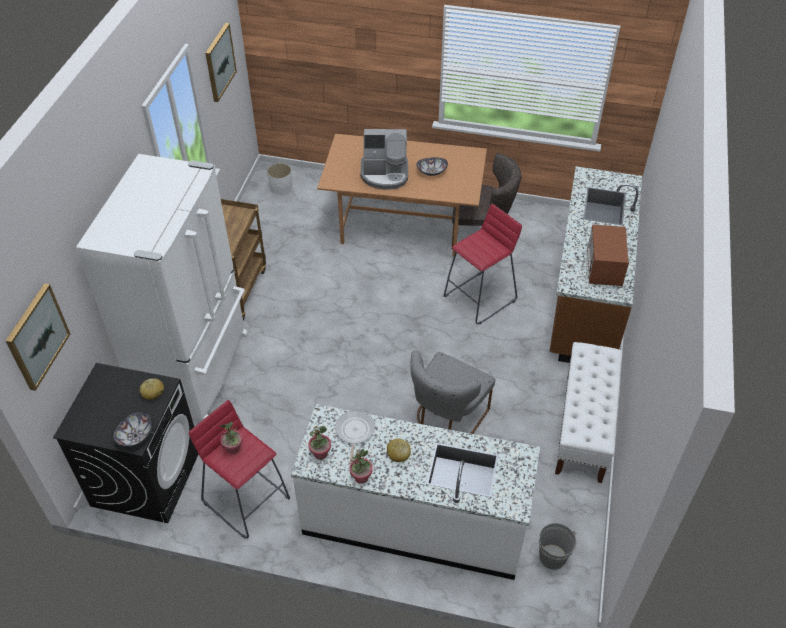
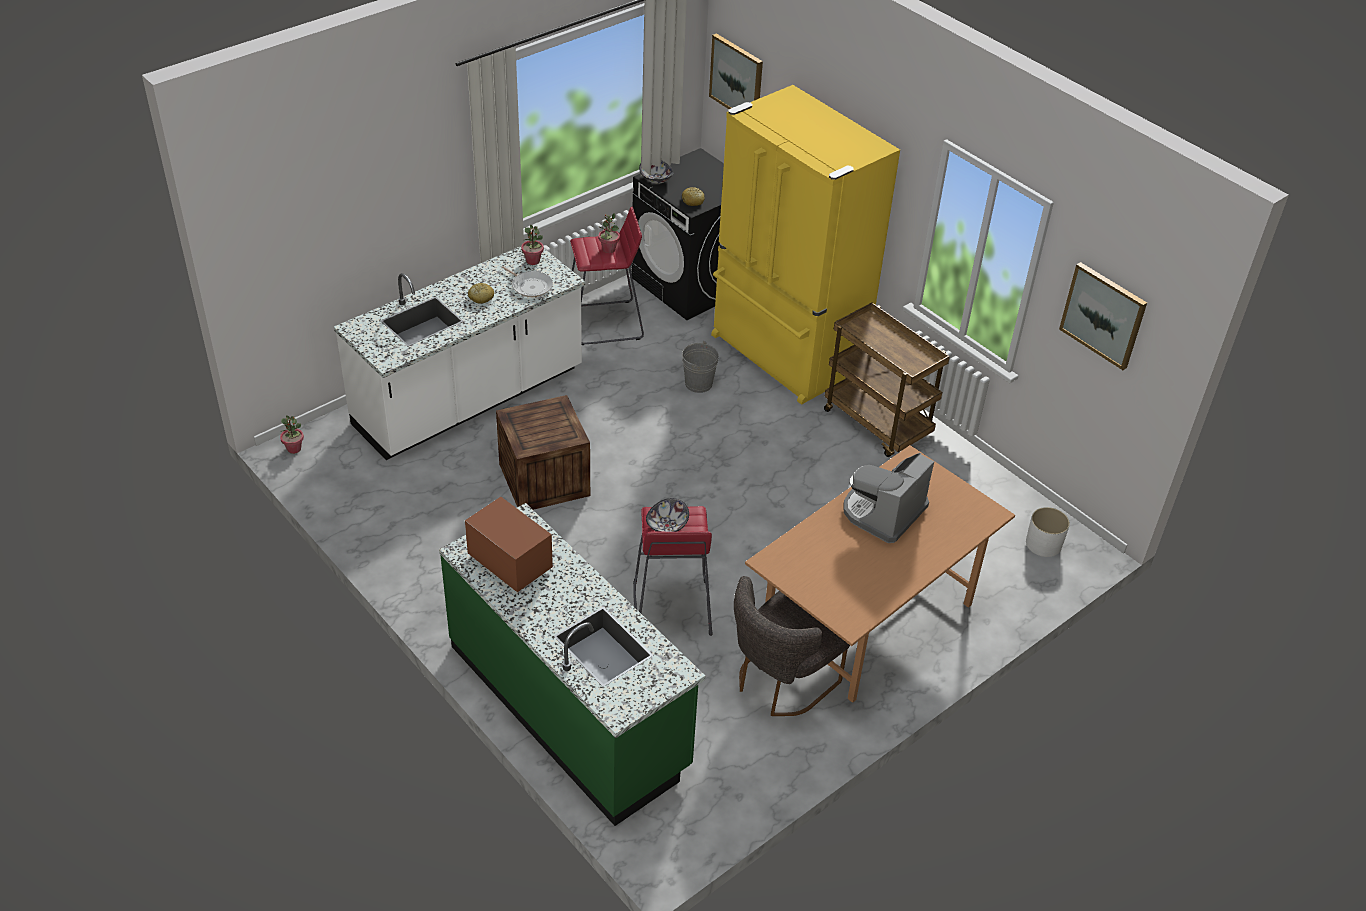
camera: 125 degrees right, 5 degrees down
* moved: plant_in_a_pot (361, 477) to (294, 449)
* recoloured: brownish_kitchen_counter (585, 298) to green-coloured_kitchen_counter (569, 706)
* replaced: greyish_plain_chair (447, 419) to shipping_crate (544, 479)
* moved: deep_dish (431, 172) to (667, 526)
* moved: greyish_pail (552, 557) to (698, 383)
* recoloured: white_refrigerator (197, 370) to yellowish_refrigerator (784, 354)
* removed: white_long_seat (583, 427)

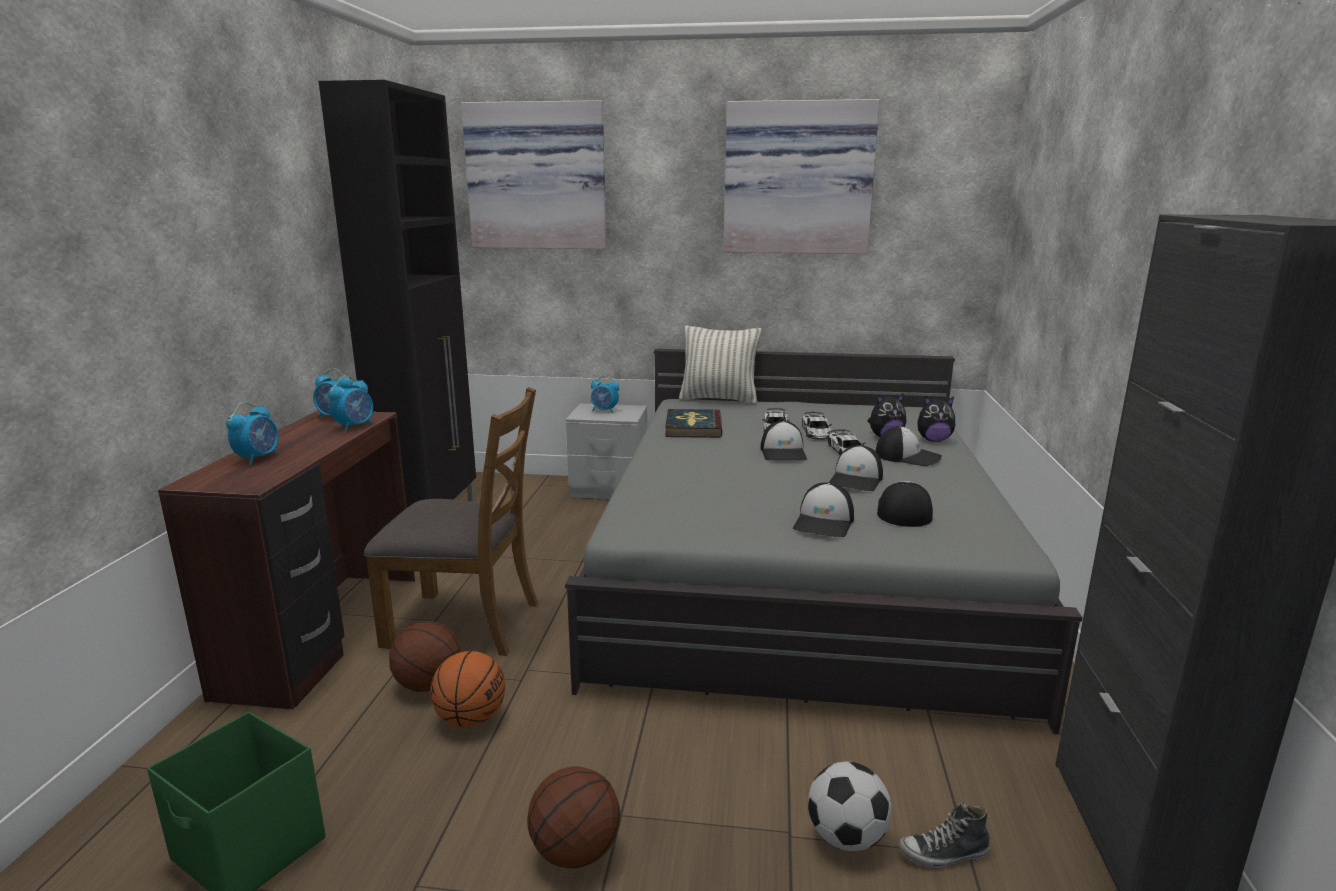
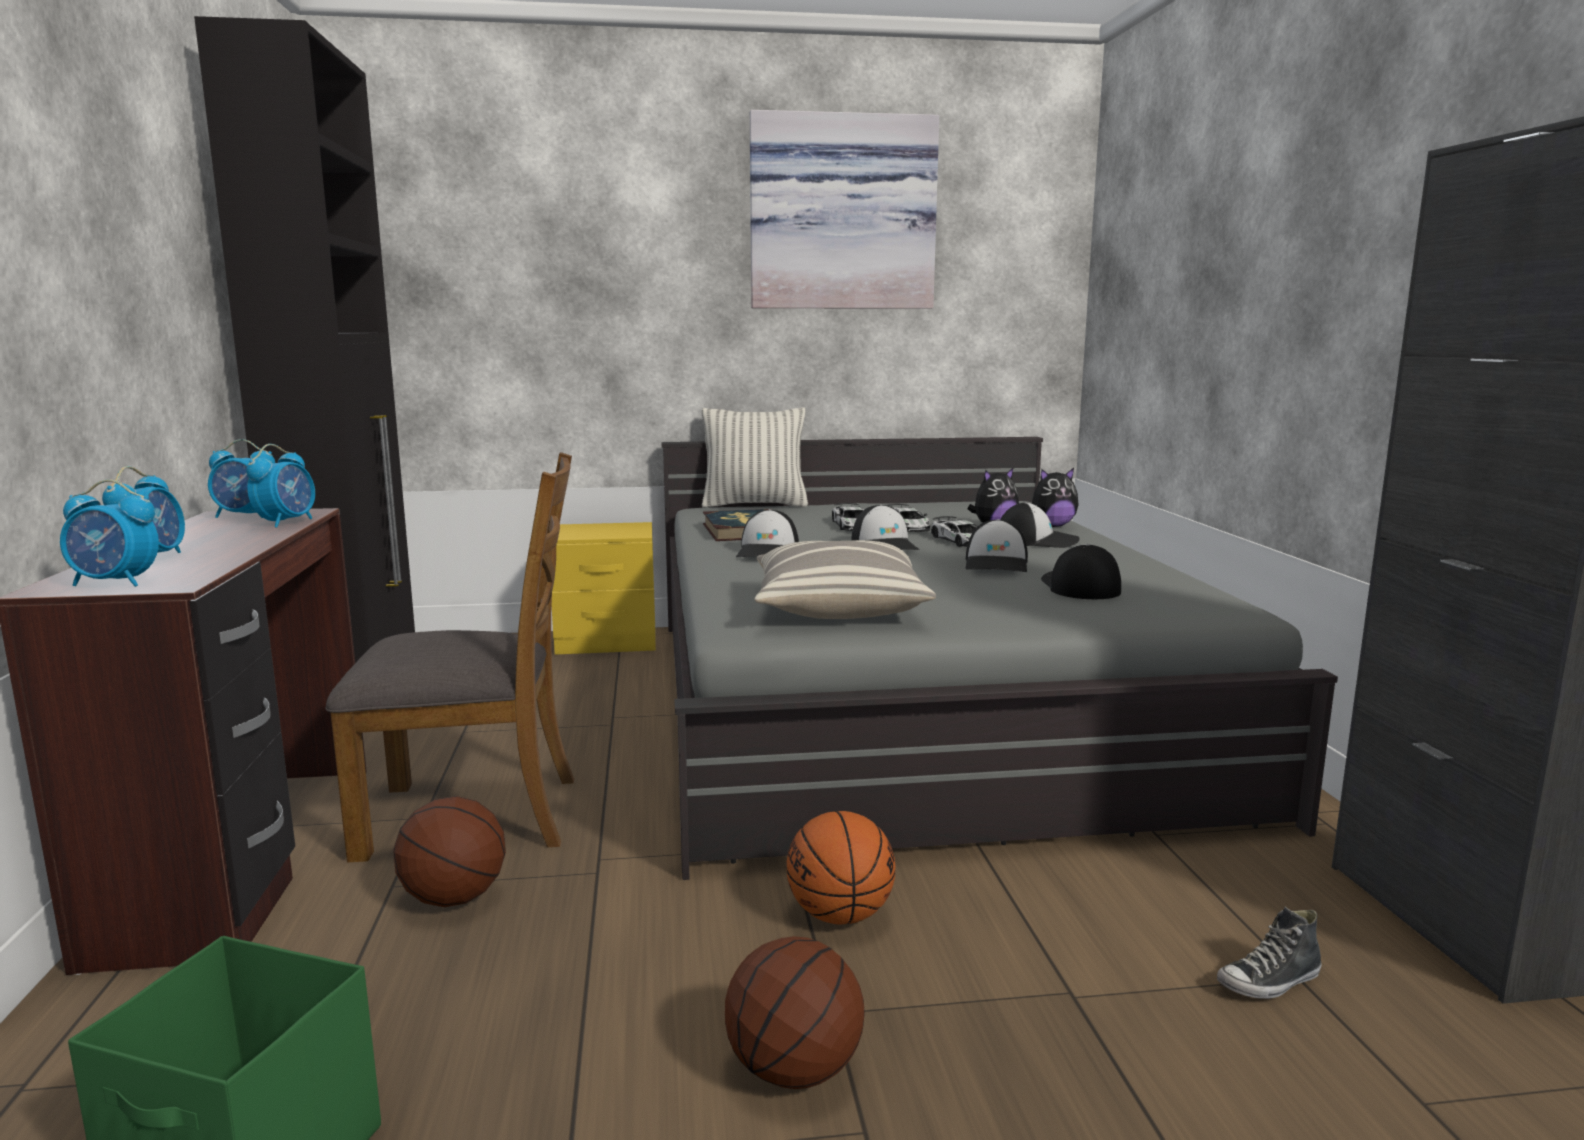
camera: 15 degrees left, 5 degrees down
* moved: table_clock (604, 411) to (115, 583)
* recoloured: greyish_bedside_table (609, 489) to yellowish_bedside_table (607, 641)
* moved: baseball_cap (824, 523) to (768, 552)
* added: pillow (837, 608)
* moved: ball_for_basketball (470, 719) to (839, 915)
* removed: wall_picture (537, 176)
* removed: ball_for_football (846, 837)

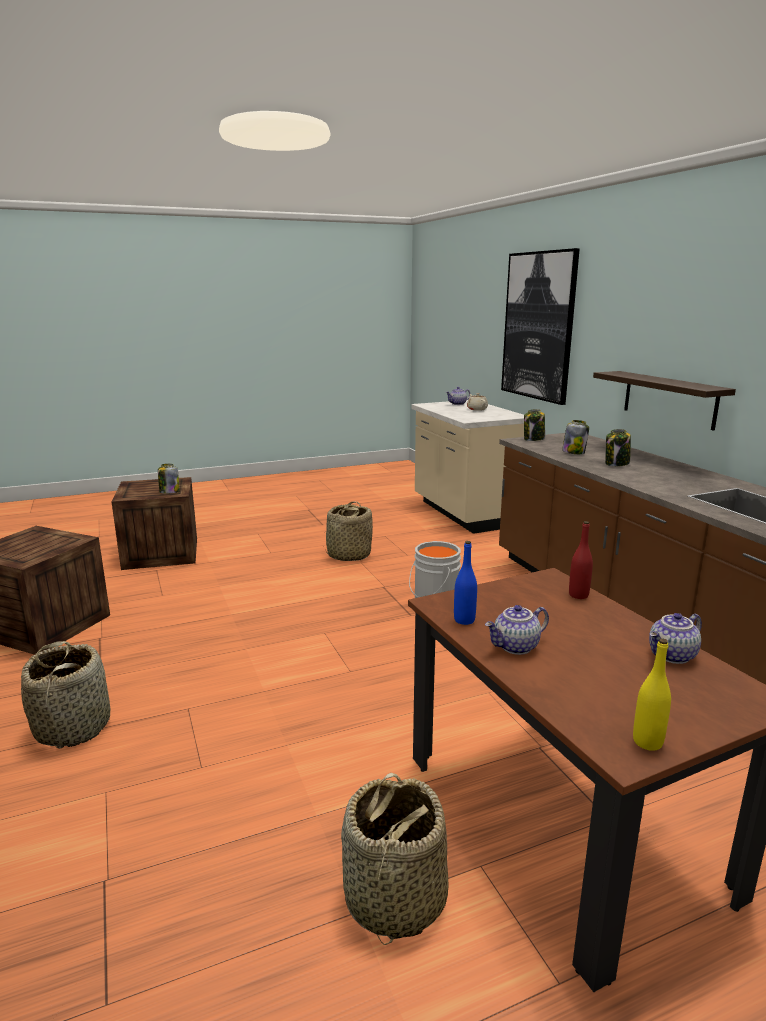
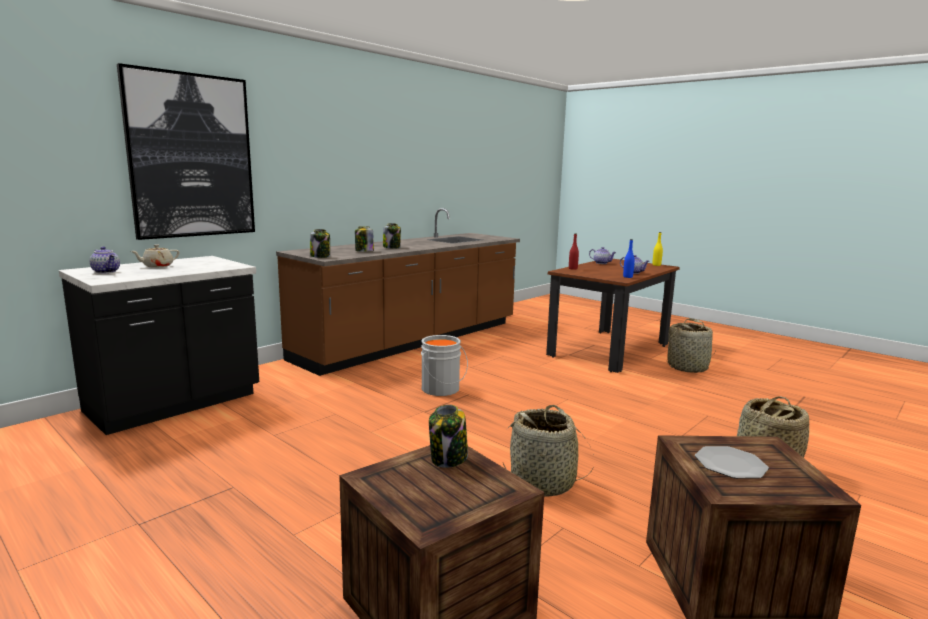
camera: 115 degrees left, 5 degrees down
* recoloured: sand-coloured_kitchen_counter (464, 513) to black_kitchen_counter (174, 404)
* moved: household_basket (348, 555) to (543, 482)
* added: flat_dish (730, 464)
* removed: bracket_shelf (669, 399)

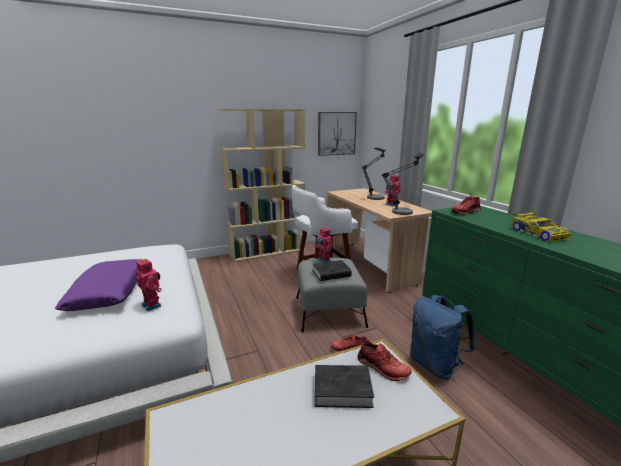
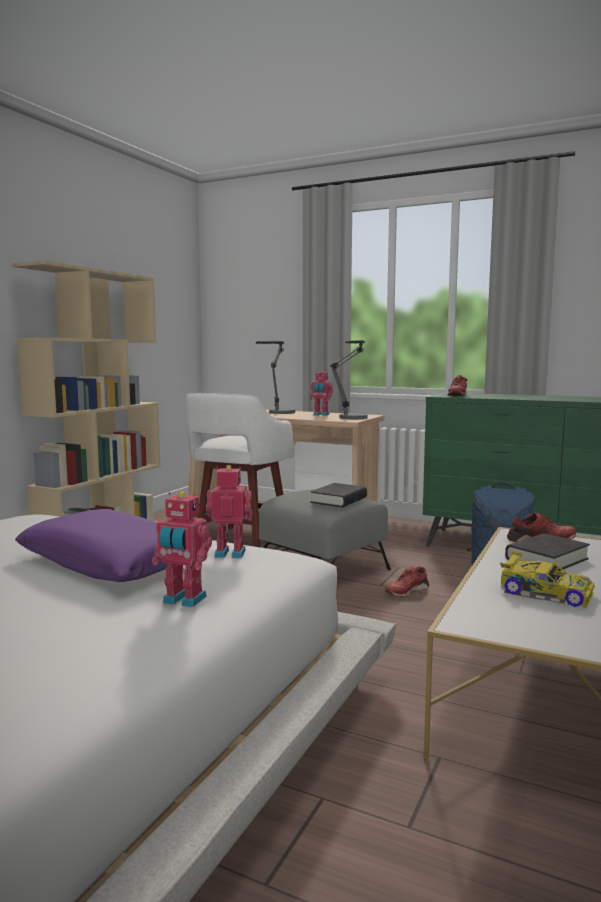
camera: 40 degrees left, 10 degrees down
* moved: model_robot (323, 260) to (183, 600)
* moved: miniature_car (537, 233) to (544, 592)
* removed: wall_picture (336, 133)

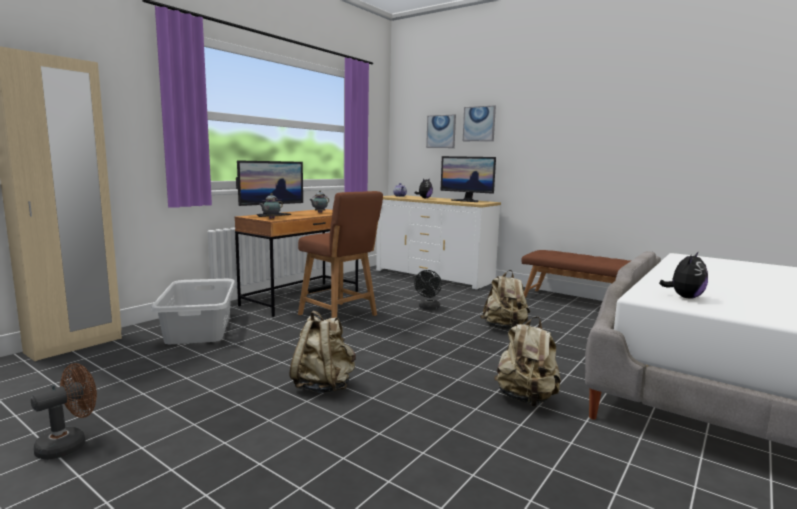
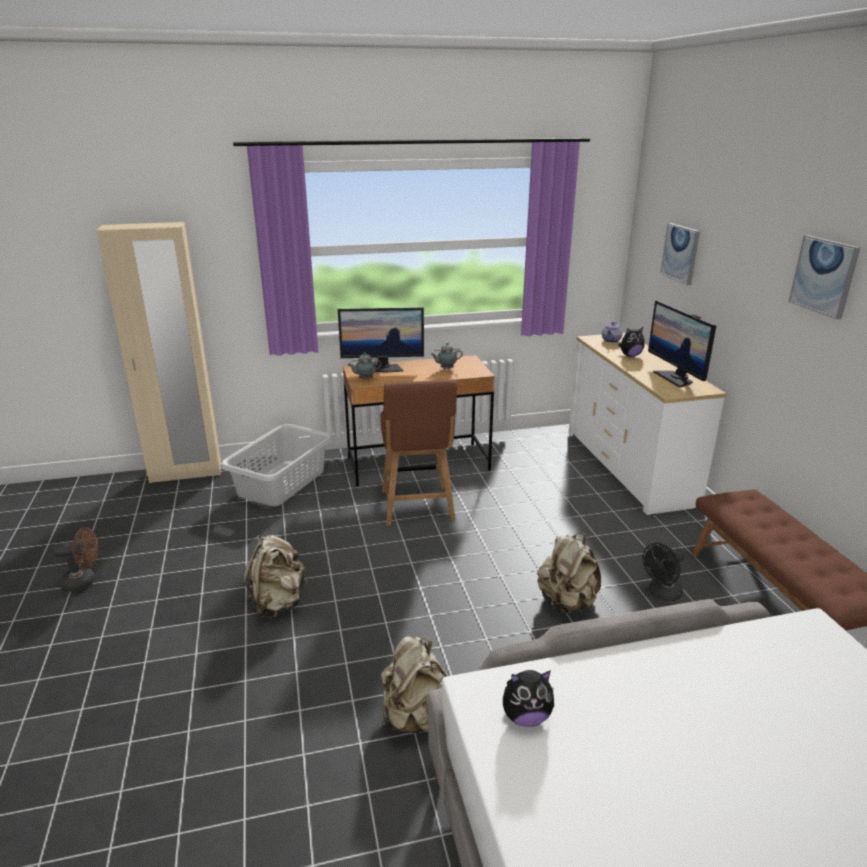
camera: 40 degrees right, 15 degrees up
* moved: black_fan (428, 308) to (661, 594)
* moved: wall_picture (479, 124) to (824, 276)

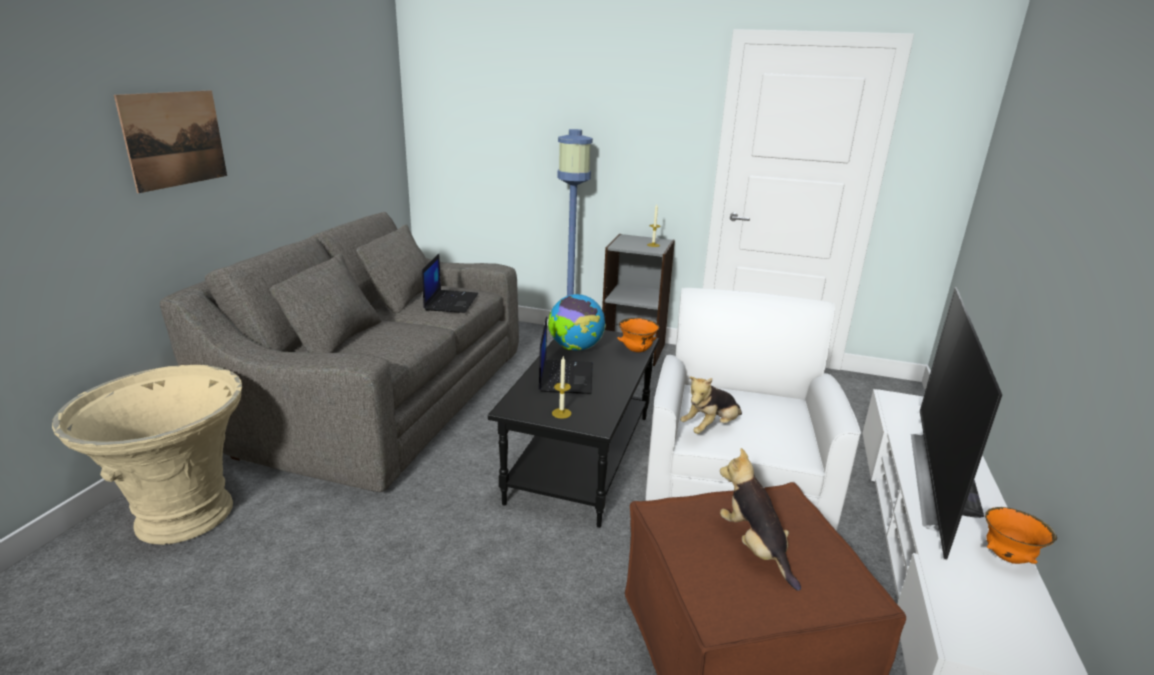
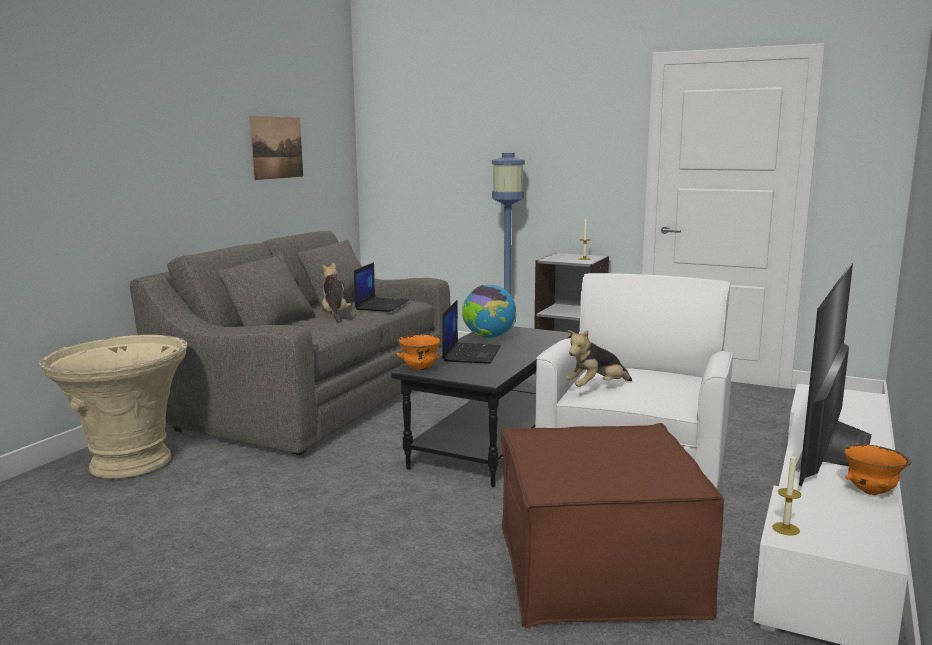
camera: 10 degrees right, 10 degrees down
* moved: wall_picture (175, 139) to (277, 147)
* moved: cuddly_toy (754, 547) to (335, 314)
* moved: orange-coloured_deep_dish (636, 351) to (419, 369)
* moved: wax_light (561, 413) to (785, 529)

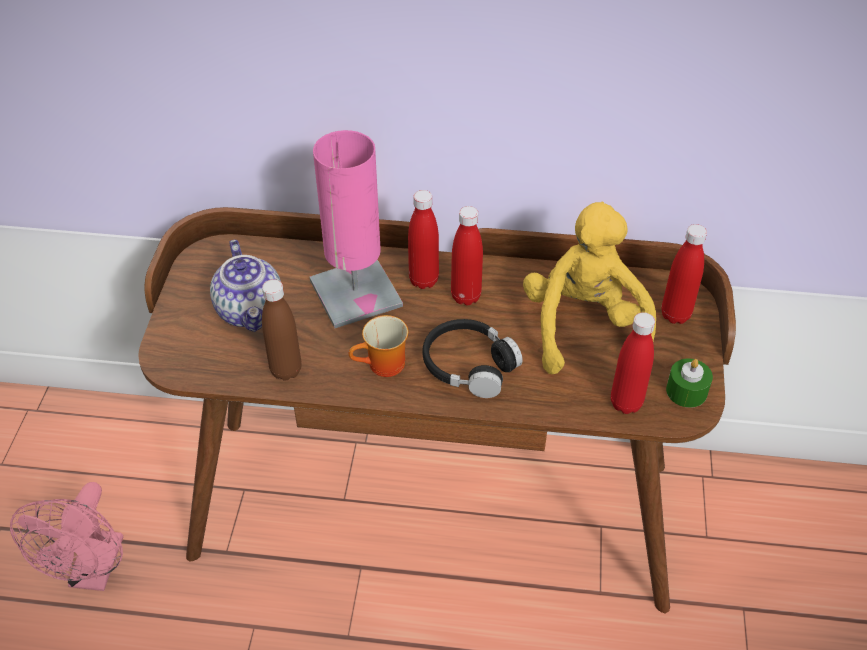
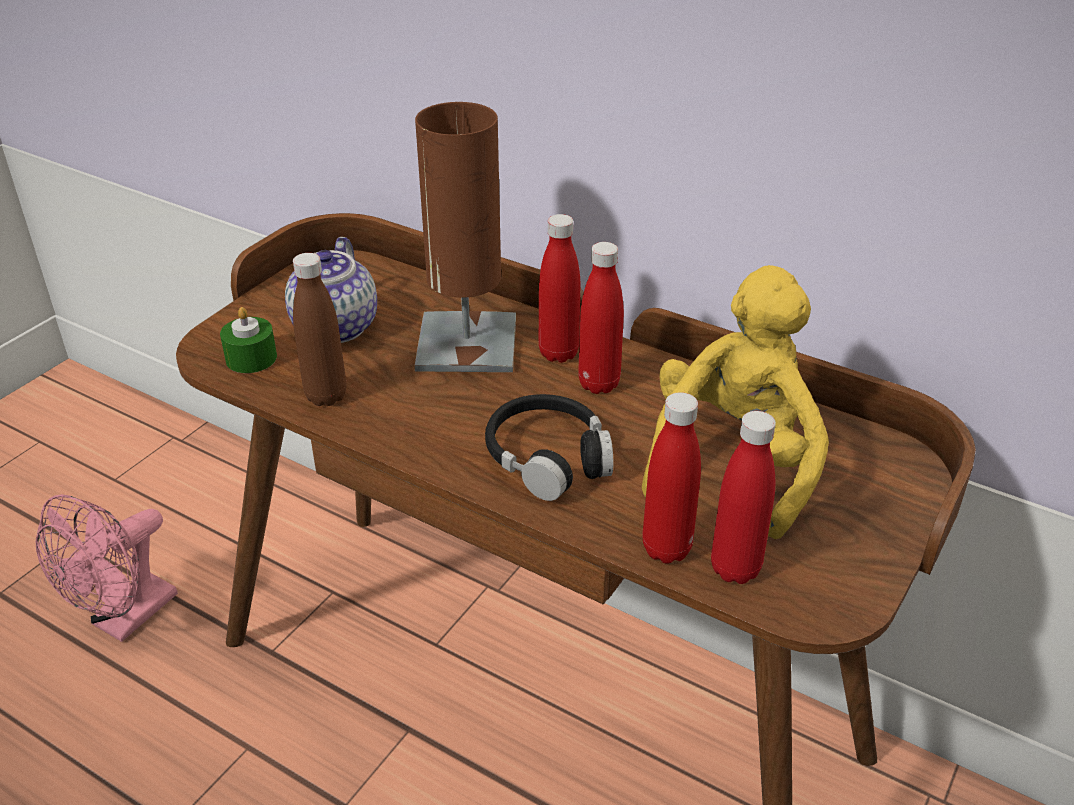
camera: 25 degrees right, 10 degrees down
* moved: green-coloured_wax_light (686, 391) to (251, 358)
* recoloured: pinkish_tabletop_lamp (355, 293) to brownish_tabletop_lamp (467, 344)
* moved: red-coloured_drink_bottle (675, 315) to (666, 549)
* removed: mug (383, 367)

